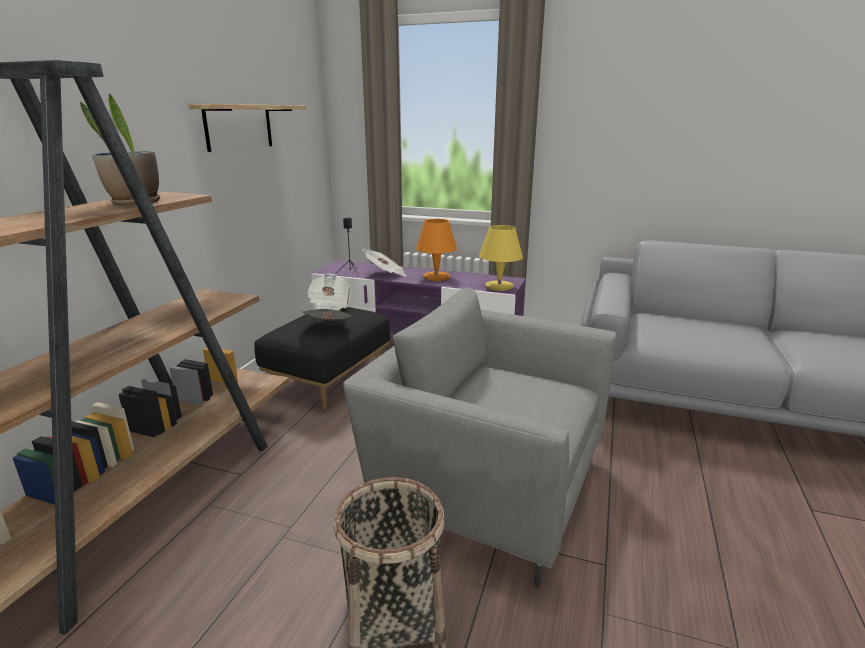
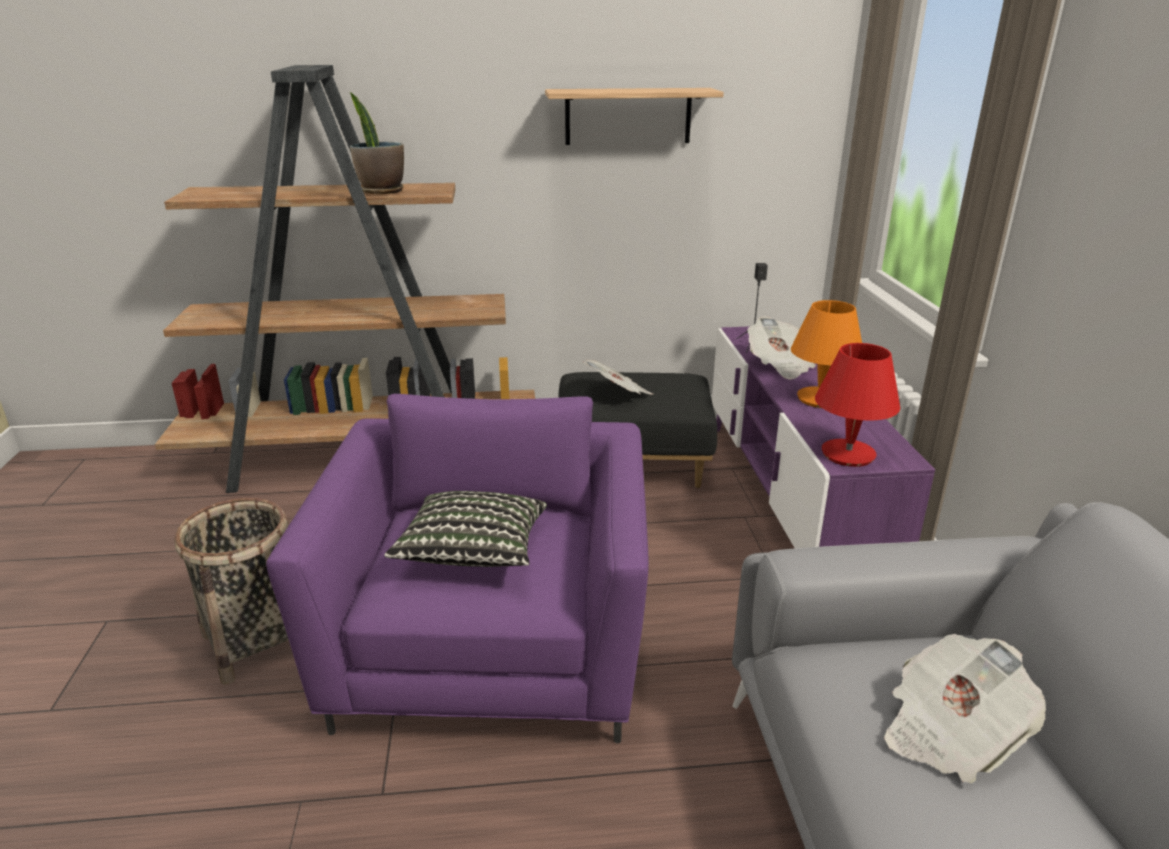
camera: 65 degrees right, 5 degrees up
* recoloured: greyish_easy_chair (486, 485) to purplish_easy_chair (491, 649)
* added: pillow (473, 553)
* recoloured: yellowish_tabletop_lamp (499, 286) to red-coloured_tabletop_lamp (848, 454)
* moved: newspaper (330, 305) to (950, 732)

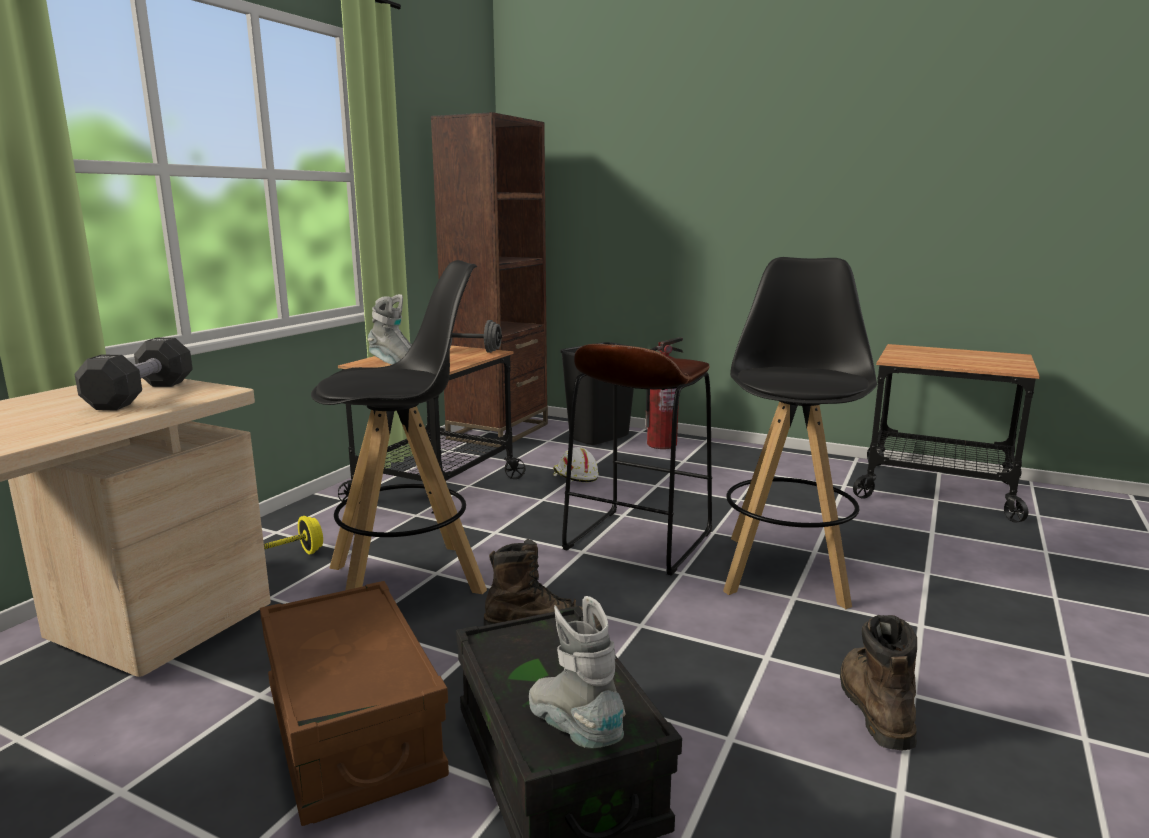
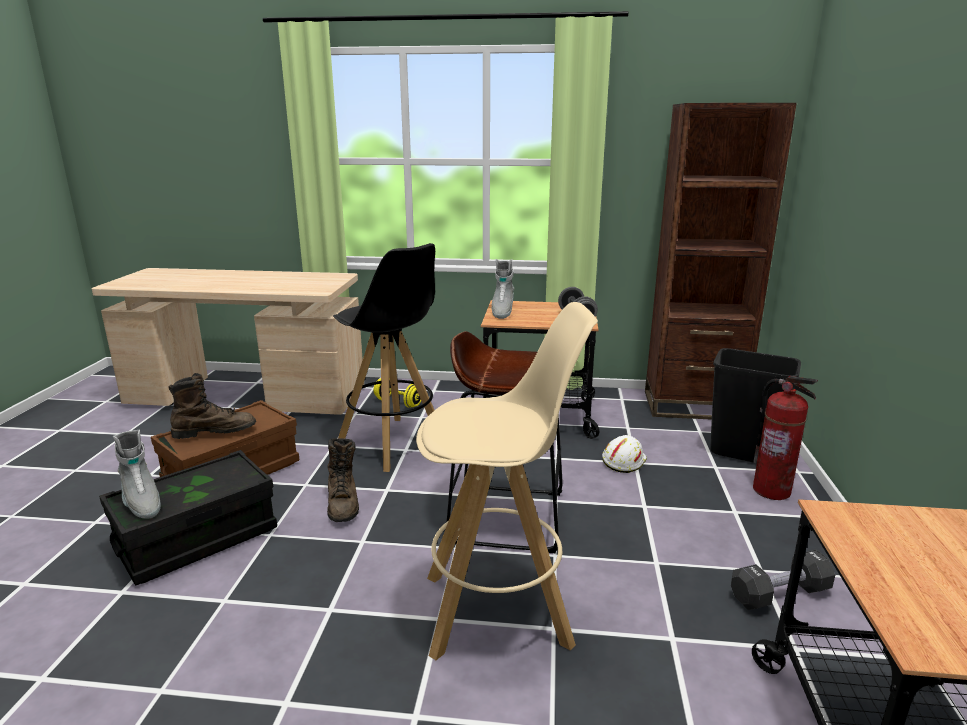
camera: 70 degrees right, 5 degrees up
* turned: greyish_boot (574, 730) = (141, 502) 105 degrees clockwise
* moved: brownish_boot (873, 706) to (215, 431)
* recoloured: black_stool (786, 568) to sand-coloured_stool (499, 609)
* moved: black_dumbbell (141, 395) to (779, 594)

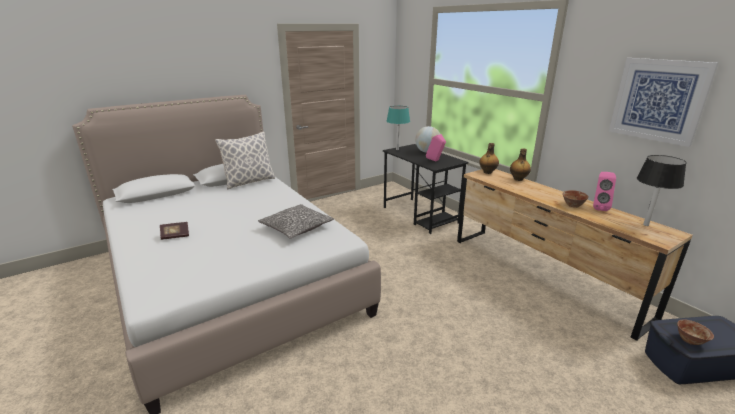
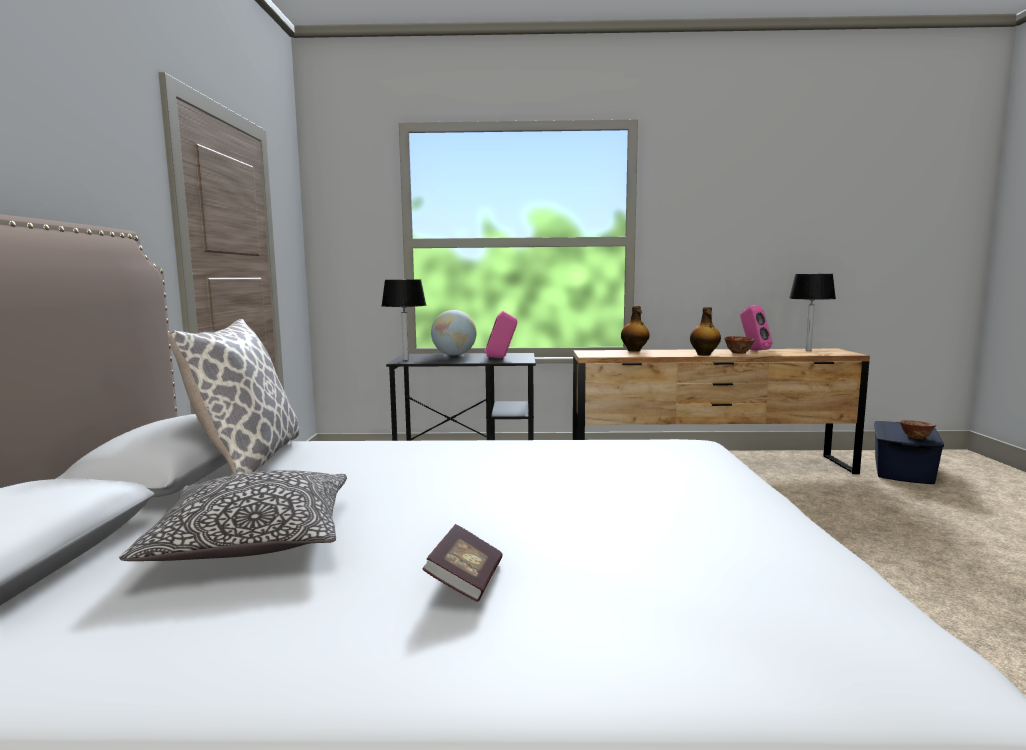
camera: 55 degrees left, 15 degrees down
* moved: pillow (296, 228) to (254, 539)
* recoloured: blue-green_tabletop_lamp (397, 149) to black_tabletop_lamp (406, 360)
* moved: drink_bottle (487, 172) to (704, 354)
* removed: wall_picture (658, 100)

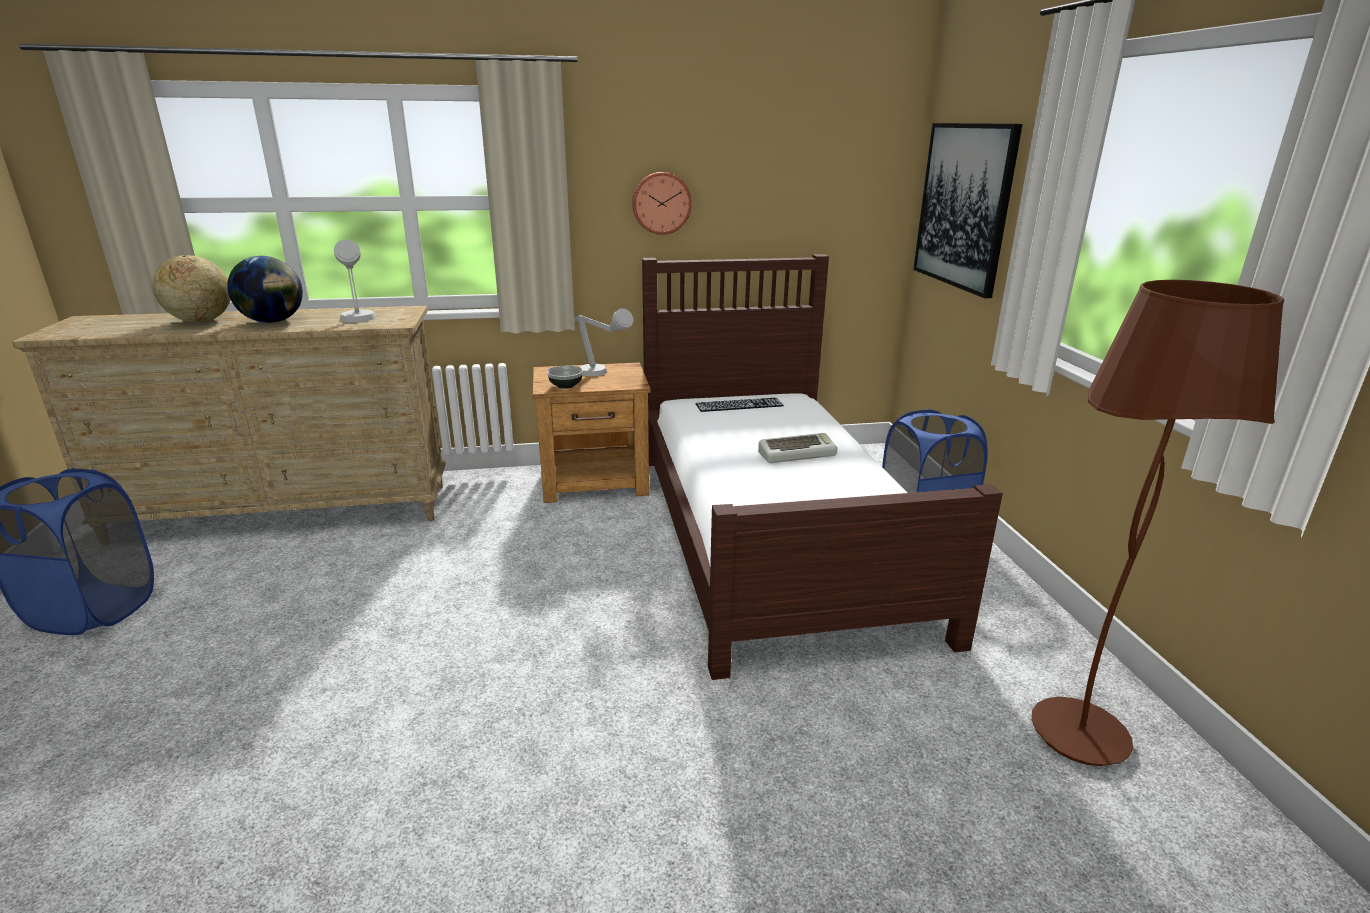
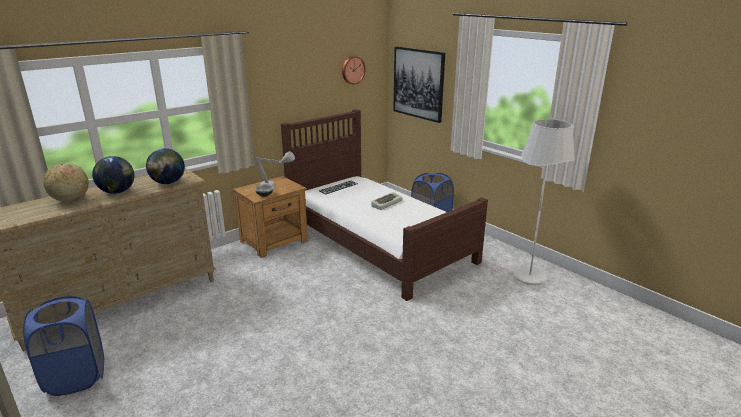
camera: 30 degrees left, 0 degrees up
* replaced: greyish_tabletop_lamp (358, 322) to world_globe (168, 183)
* moved: hanging_clock (661, 203) to (352, 70)
* recoloured: brownish_floor_lamp (1079, 734) to white_floor_lamp (529, 277)

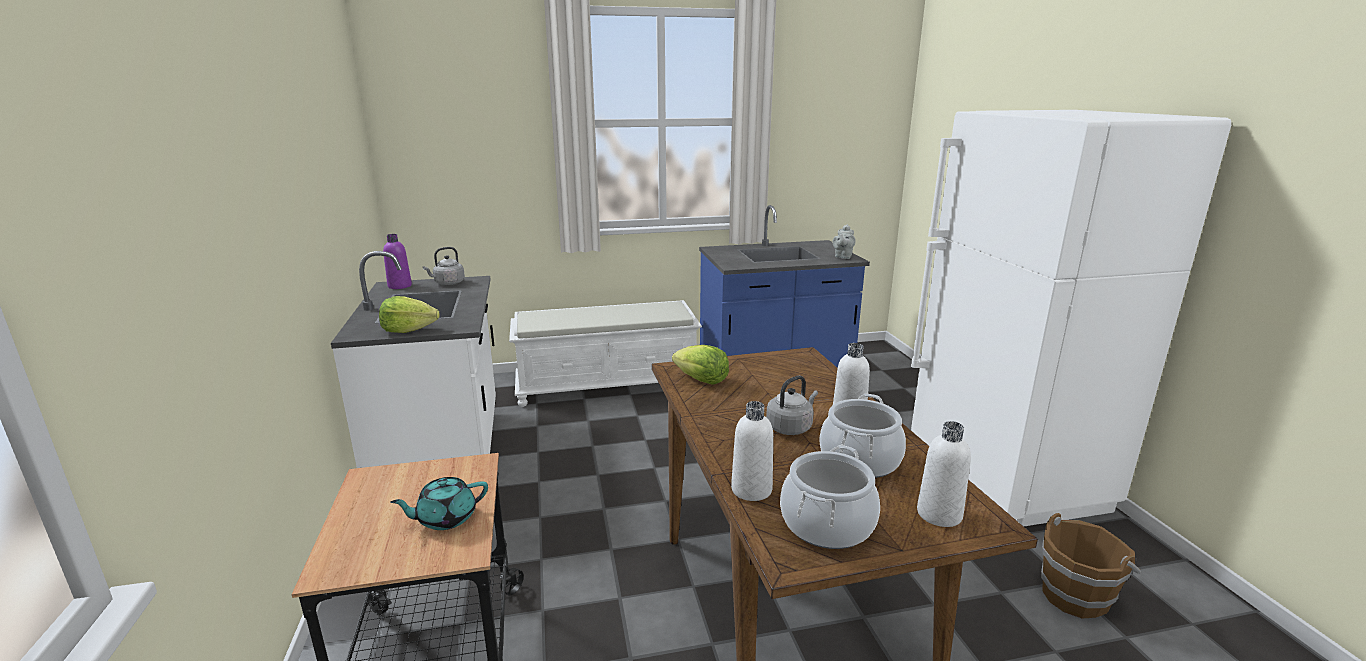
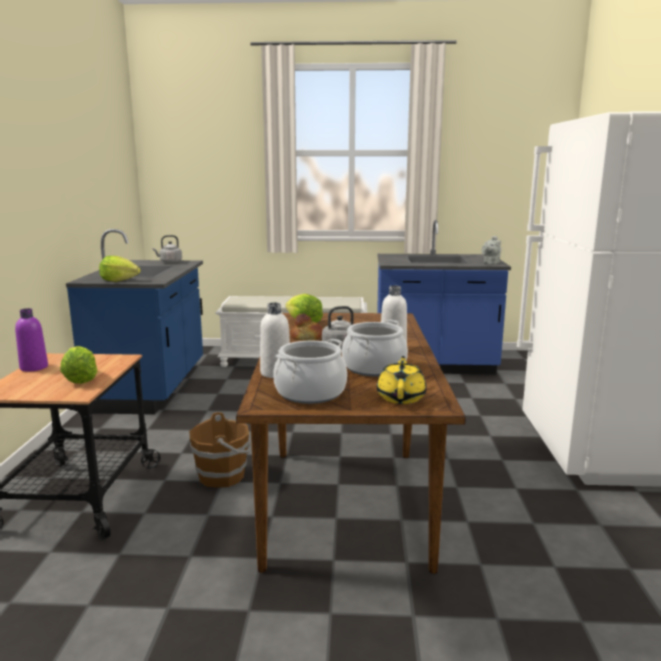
camera: 15 degrees right, 5 degrees down
* moved: purplish_drink_bottle (399, 286) to (34, 367)
* replaced: blue-green_tea_pot (445, 518) to head_of_lettuce (81, 379)
* recoloured: white_kitchen_counter (444, 454) to bluish_kitchen_counter (152, 388)
* moved: brownish_pail (1075, 596) to (223, 476)
* added: bread (307, 338)
* replaced: white_drink_bottle (939, 514) to yellowish_tea_pot (401, 397)

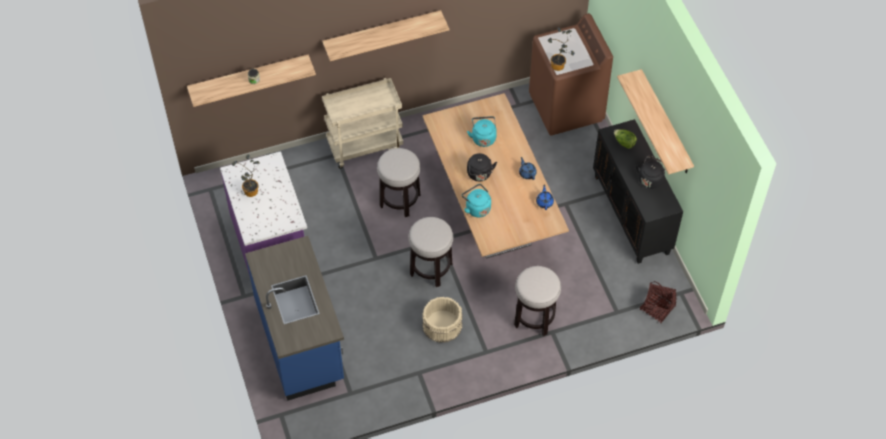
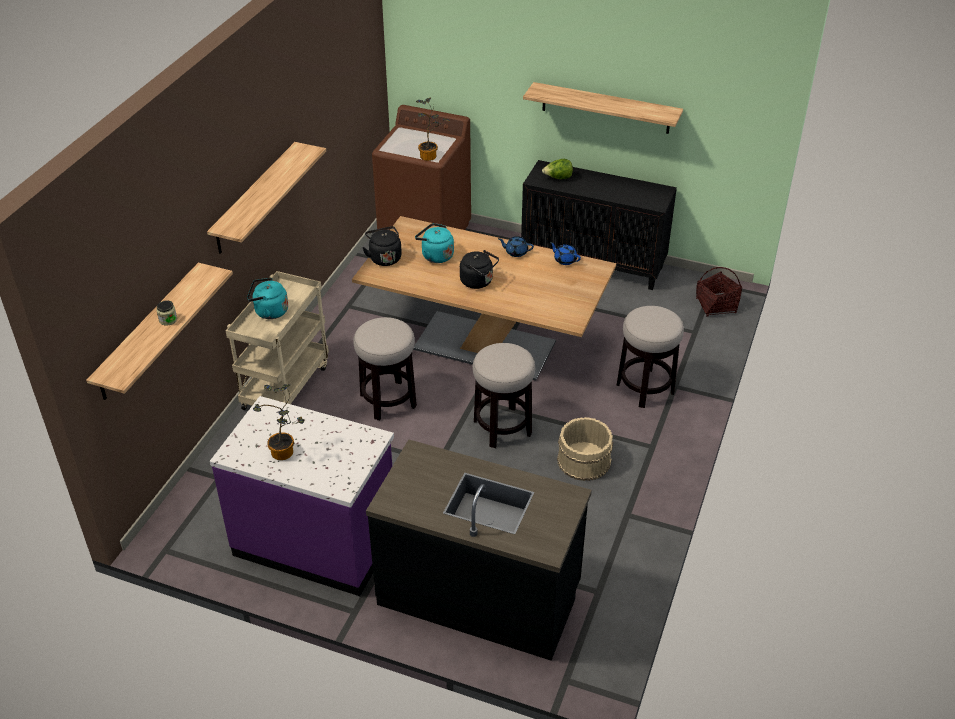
camera: 50 degrees left, 15 degrees down
* moved: blue-green_water_kettle (476, 208) to (269, 311)
* moved: black_water_kettle (651, 179) to (384, 258)
* recoloured: bluish_kitchen_counter (301, 341) to black_kitchen_counter (479, 595)

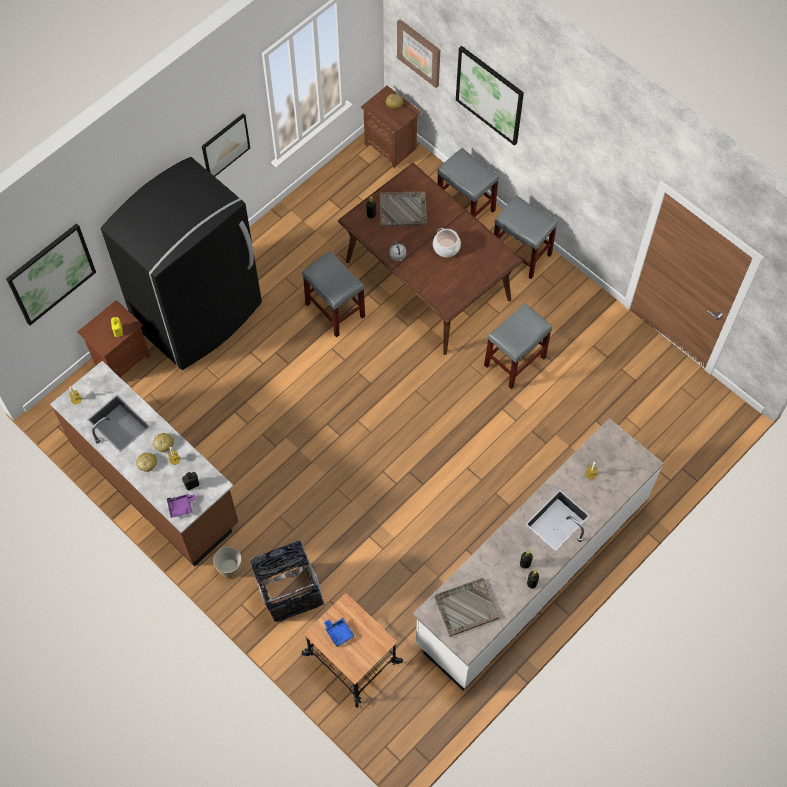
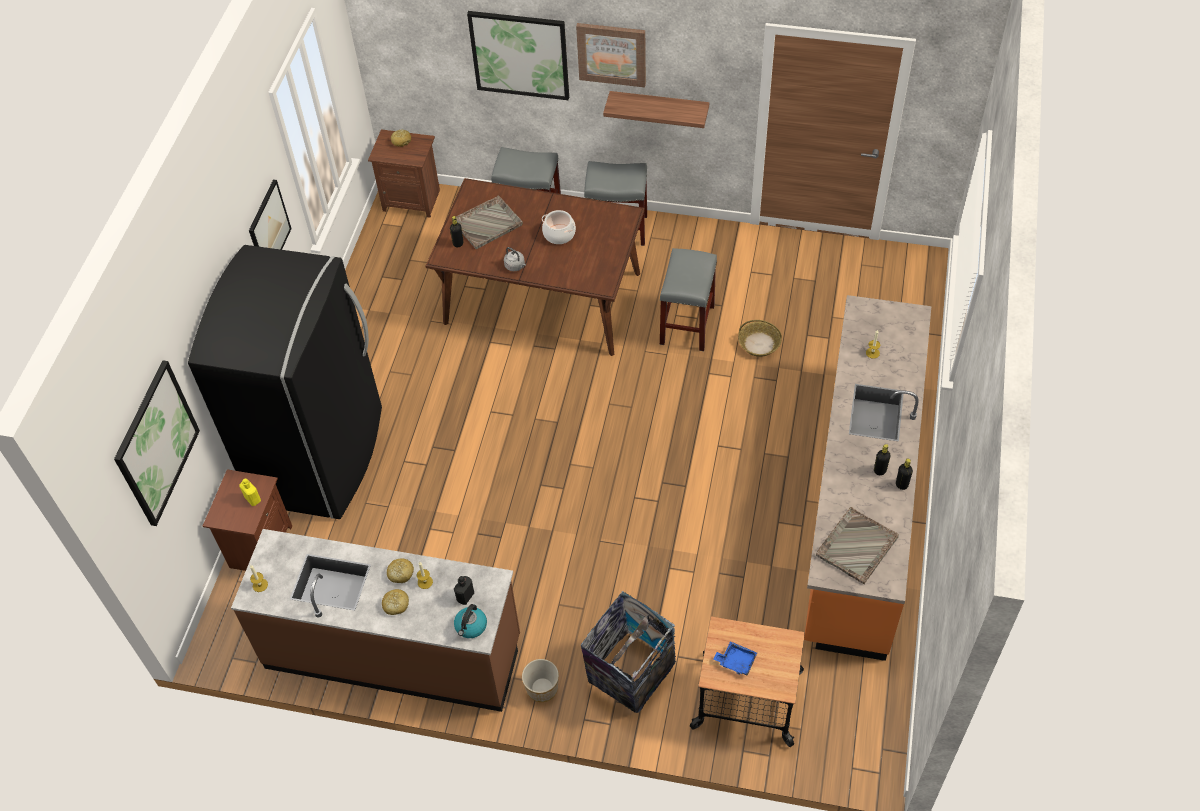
camera: 30 degrees left, 10 degrees down
* replaced: purplish_carrying_tray (181, 507) to water_kettle (471, 626)
* moved: wall_picture (419, 52) to (612, 54)
* added: bracket_shelf (659, 107)
* added: household_basket (759, 343)
* recoloured: white_kitchen_counter (532, 570) to orange-coloured_kitchen_counter (858, 504)
* removed: greyish_stool (334, 310)

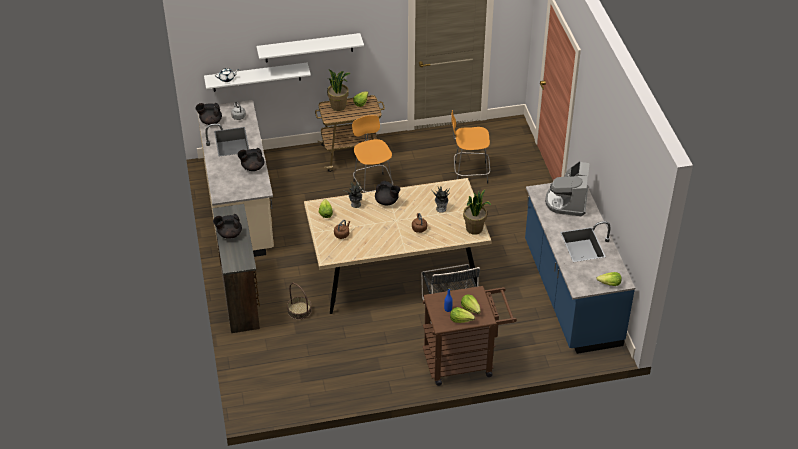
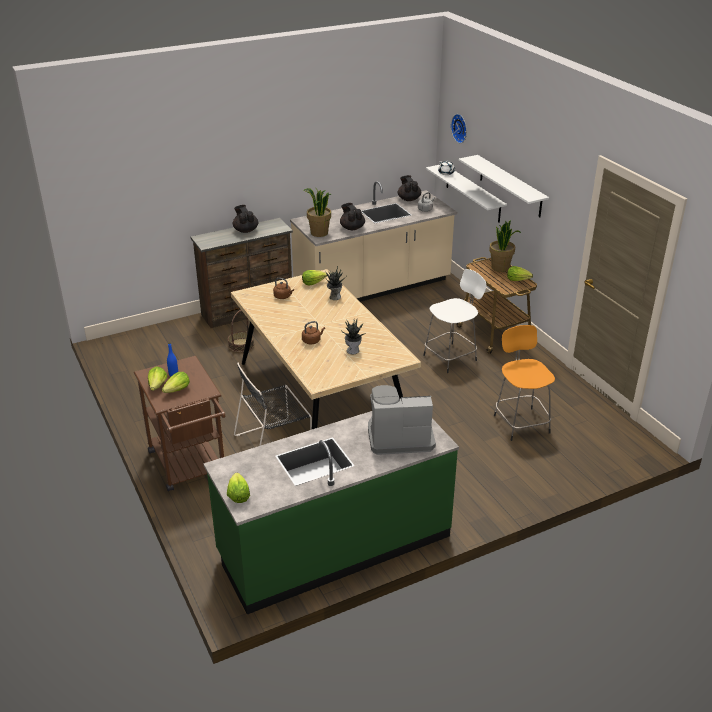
camera: 75 degrees right, 10 degrees down
* recoloured: bluish_kitchen_counter (570, 293) to green-coloured_kitchen_counter (334, 545)
* moved: plant_in_a_pot (474, 229) to (319, 233)
* recoloured: orange-coloured_stool (373, 186) to white_stool (451, 357)
* added: hanging_clock (460, 128)
* removed: black_tea_pot (387, 201)

